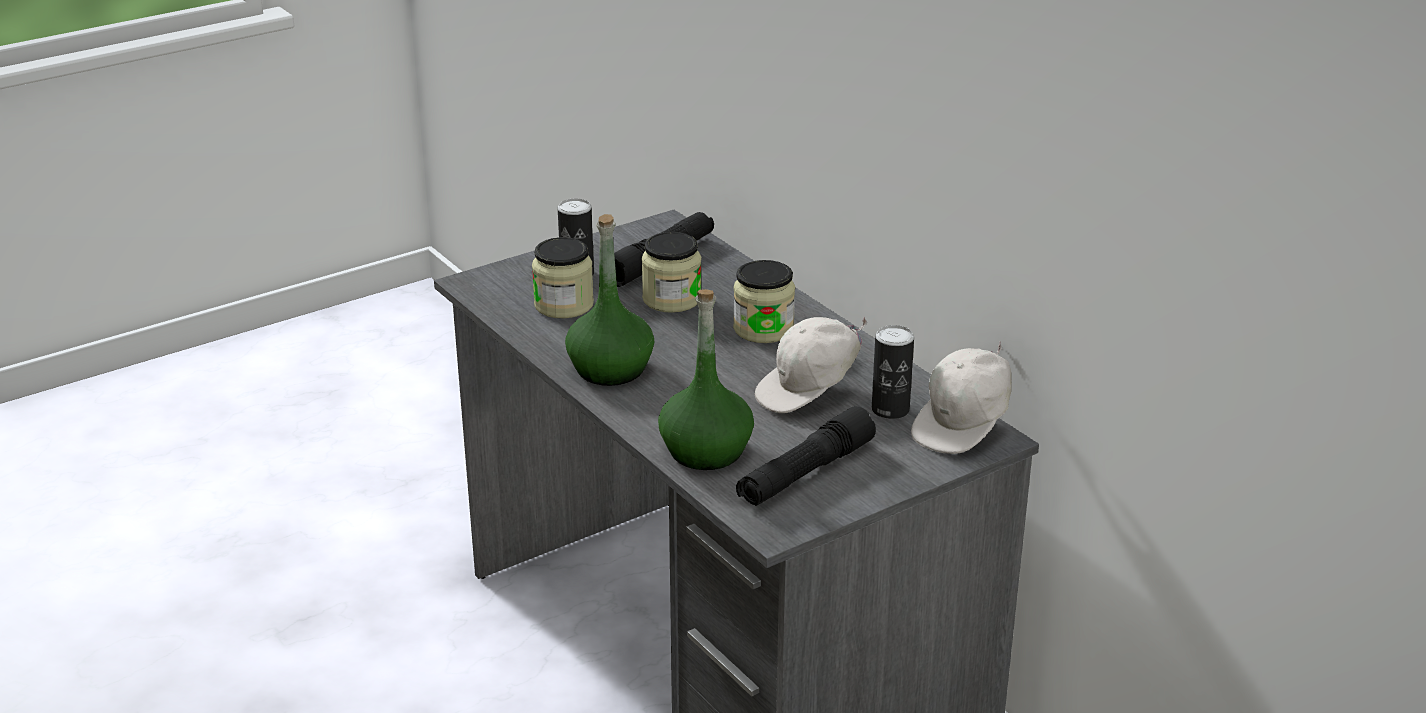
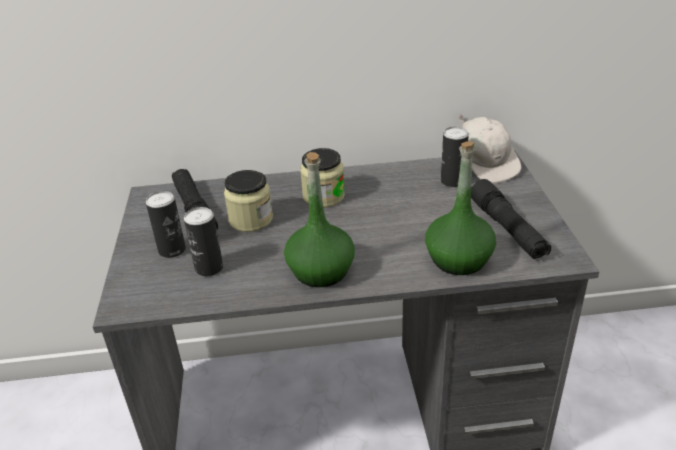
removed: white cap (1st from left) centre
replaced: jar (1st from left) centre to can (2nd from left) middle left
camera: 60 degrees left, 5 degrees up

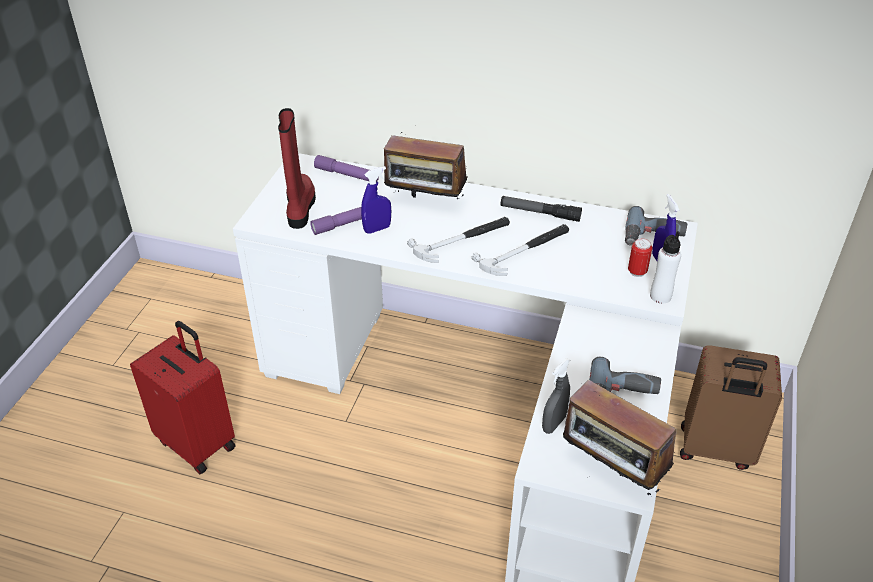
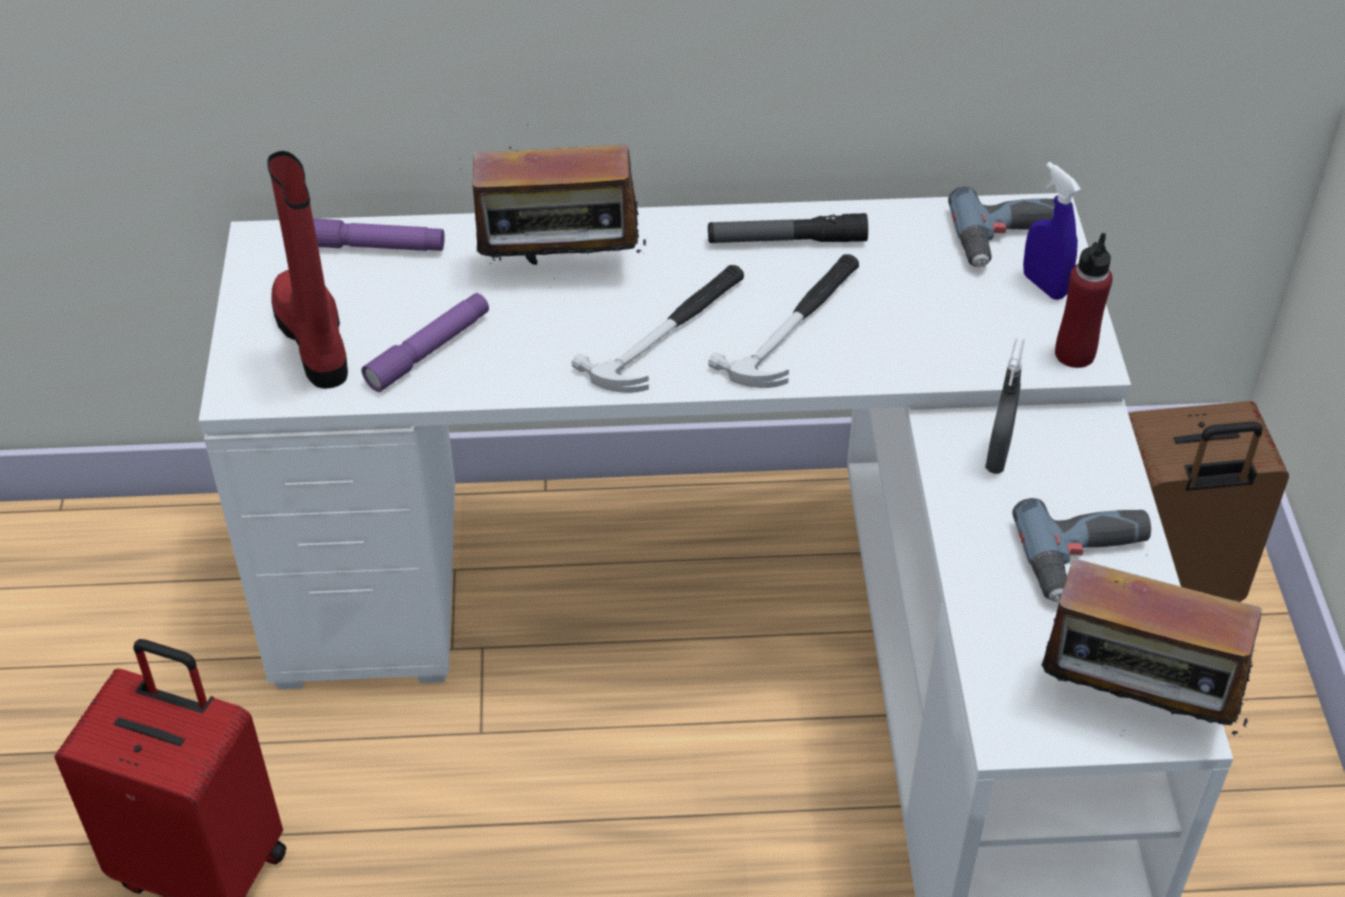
removed: blue spray bottle (1st from left) centre; can middle right
moved: grey spray bottle bottom centre to middle right
recoloured: white bottle middle right to red bottle middle right
camera: 20 degrees left, 5 degrees up

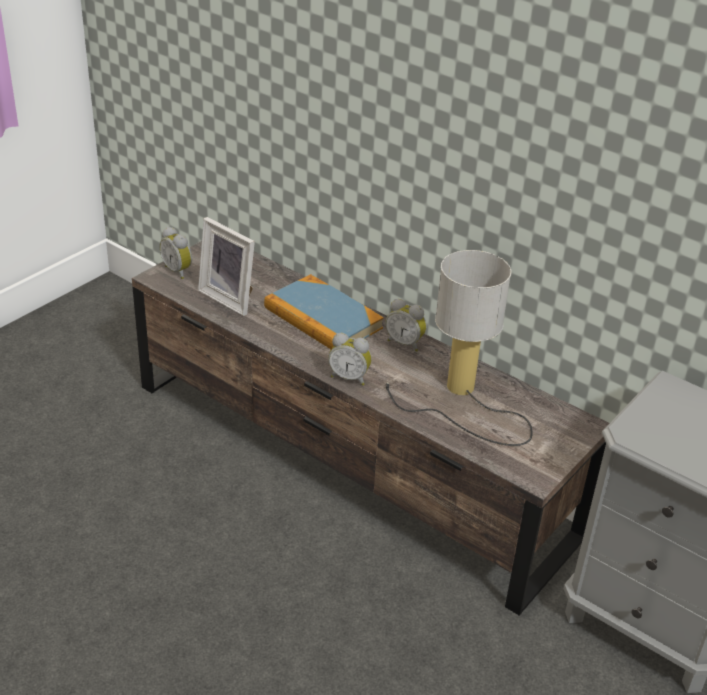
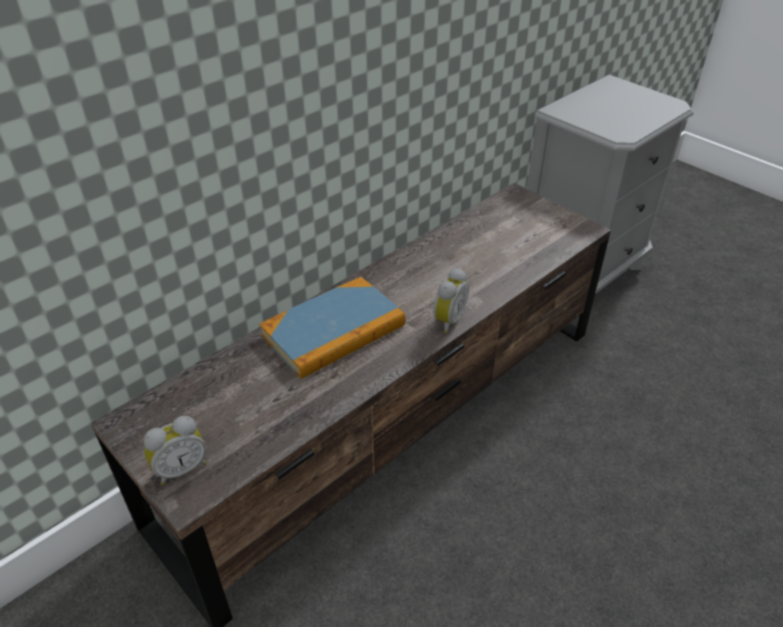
removed: picture frame middle left; table lamp centre; alarm clock (3rd from left) centre
camera: 80 degrees left, 5 degrees up

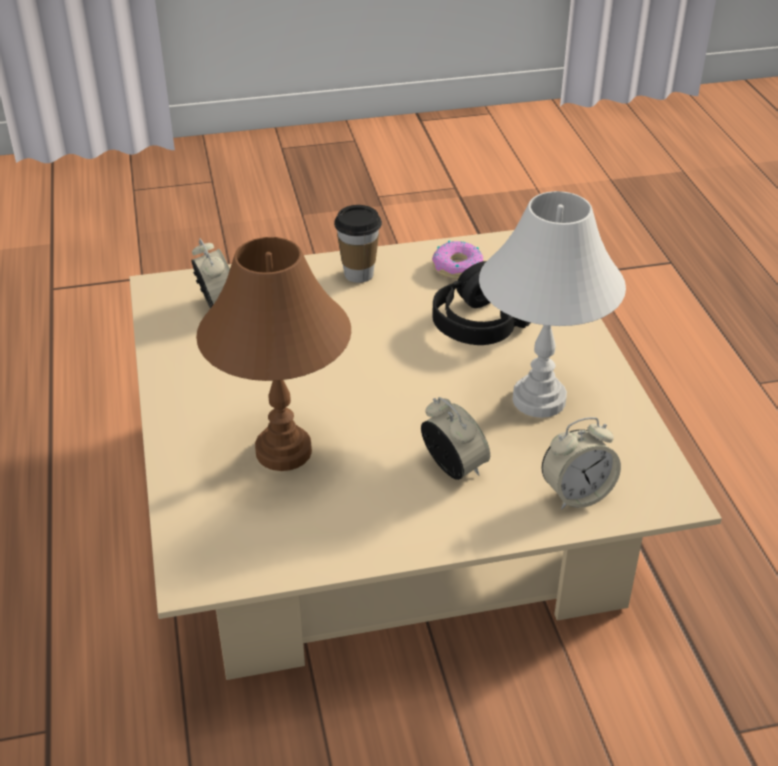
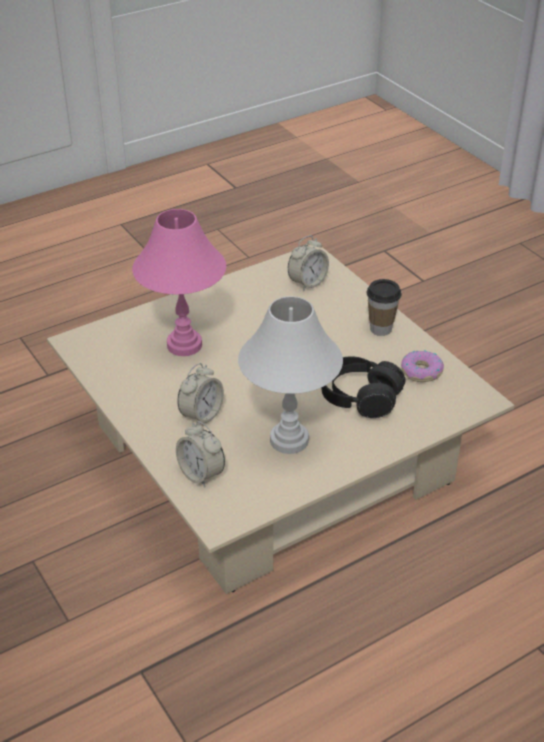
recoloured: brown table lamp centre to pink table lamp middle left
camera: 70 degrees right, 0 degrees up

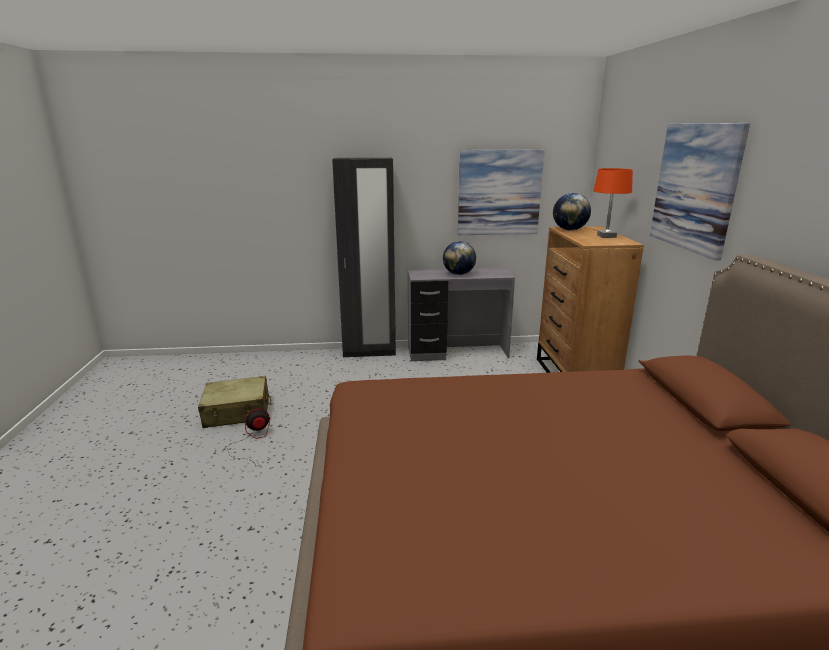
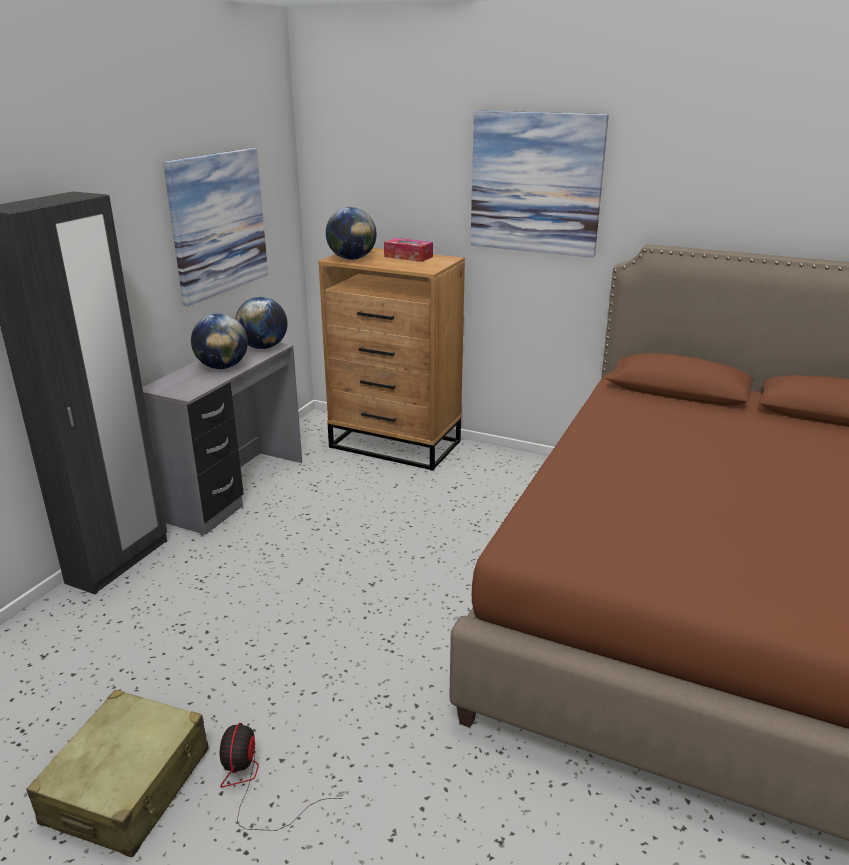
added: globe (2nd from left) middle left
replaced: orange table lamp top right to tissue box top centre
camera: 60 degrees left, 5 degrees up

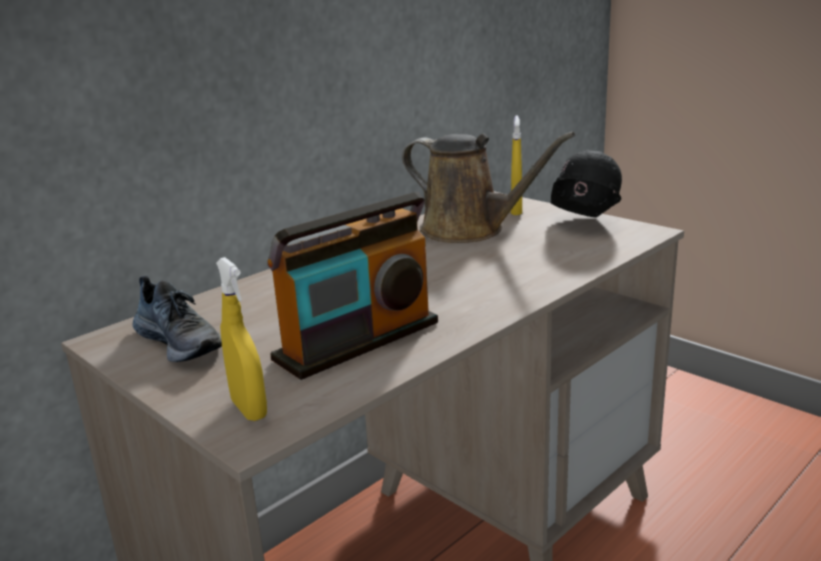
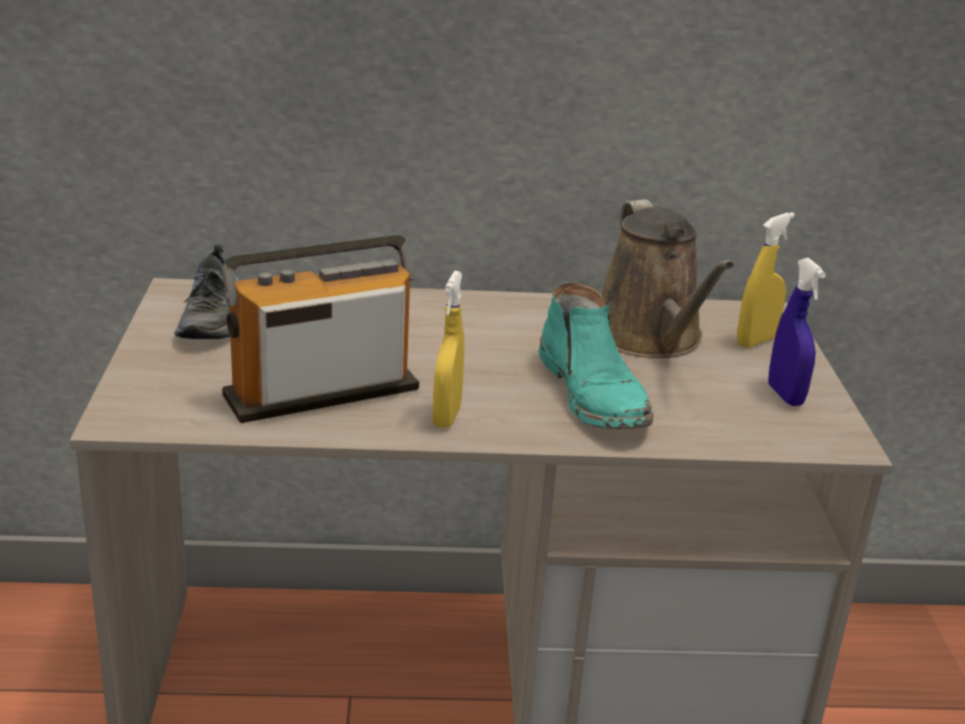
added: turquoise boot centre
moved: yellow spray bottle (1st from left) middle left to centre
replaced: black hard hat top right to blue spray bottle middle right
turned: radio centre = middle left 150 degrees clockwise
camera: 40 degrees right, 5 degrees up

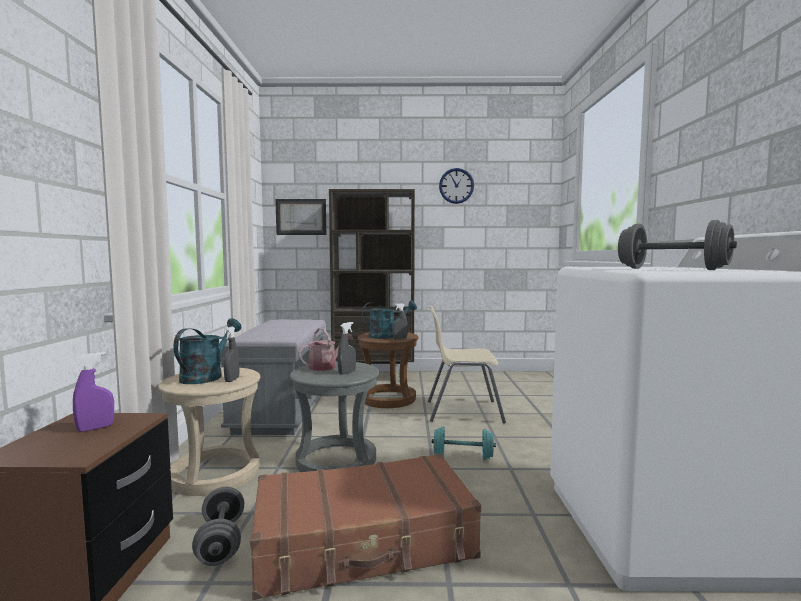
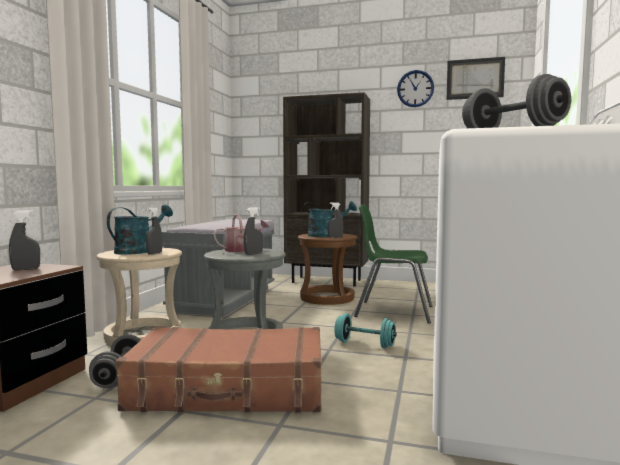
moved: picture centre to top right
recoloured: beige chair centre to green chair centre; purple spray bottle middle left to grey spray bottle (1st from left) middle left
camera: 15 degrees right, 0 degrees up

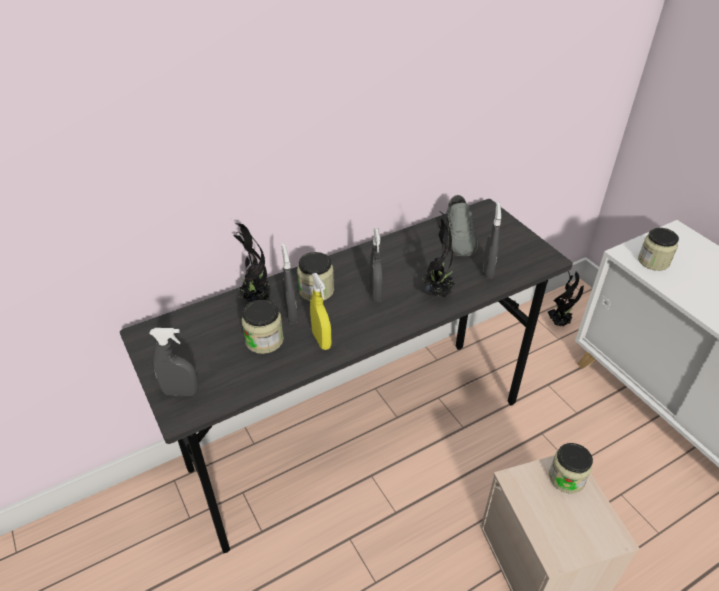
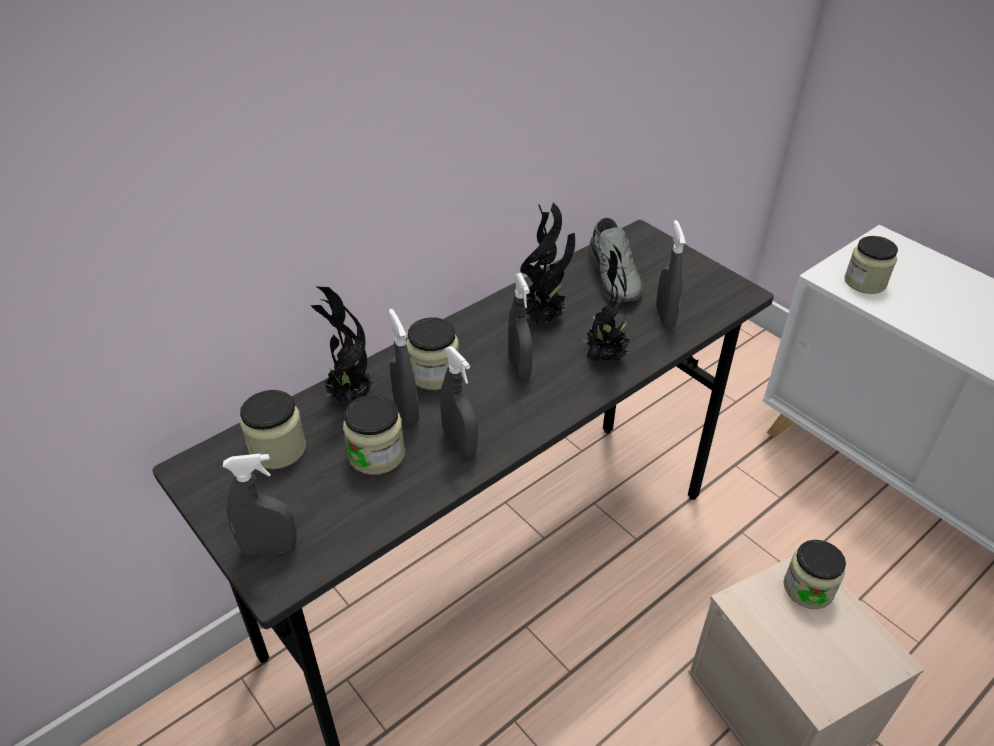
added: jar (1st from left) middle left
moved: potted plant (3rd from left in the first image) middle right to potted plant (2nd from left) centre
recoloured: yellow spray bottle centre to grey spray bottle (3rd from left) centre
camera: 10 degrees left, 0 degrees up

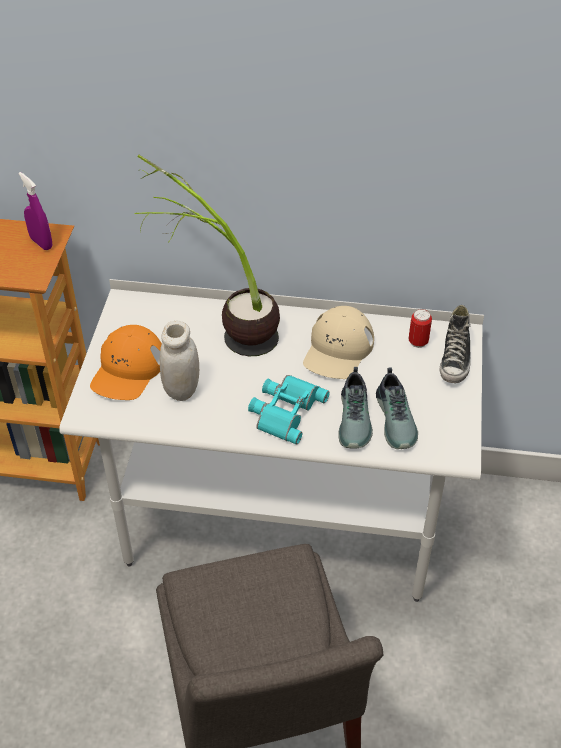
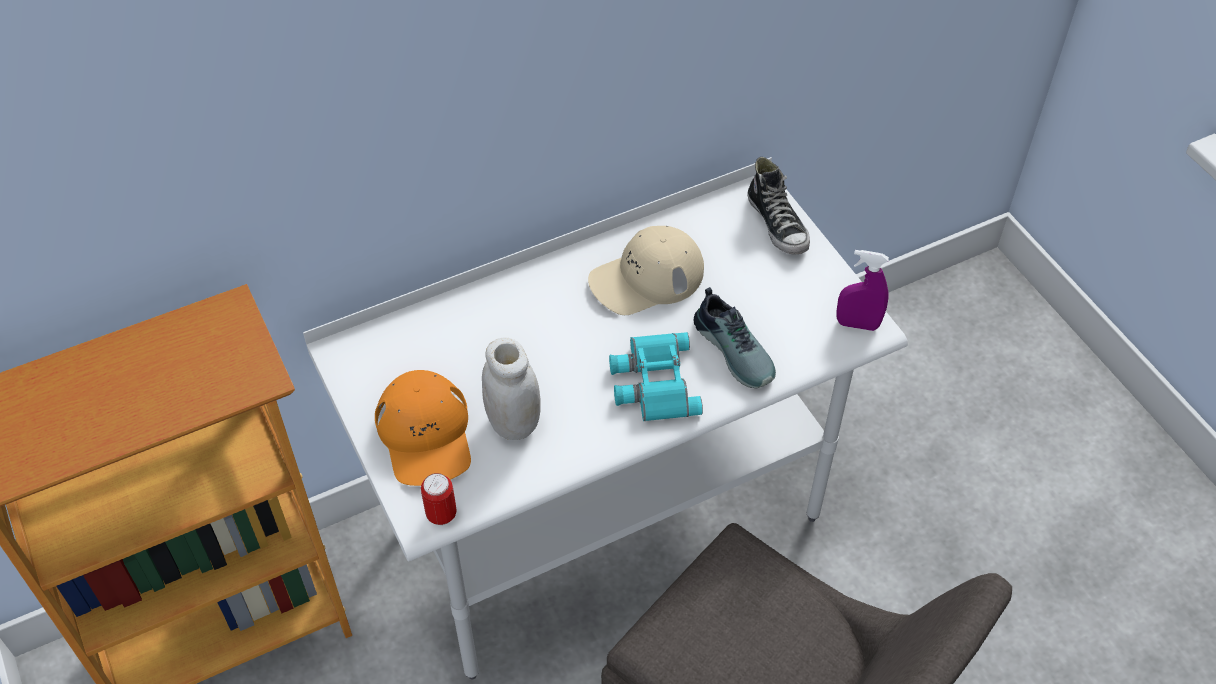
removed: potted plant centre; shoe (2nd from left) middle right
moved: purple spray bottle top left to middle right; can middle right to bottom centre
turned: beige cap centre = centre 75 degrees clockwise
camera: 35 degrees left, 5 degrees up

